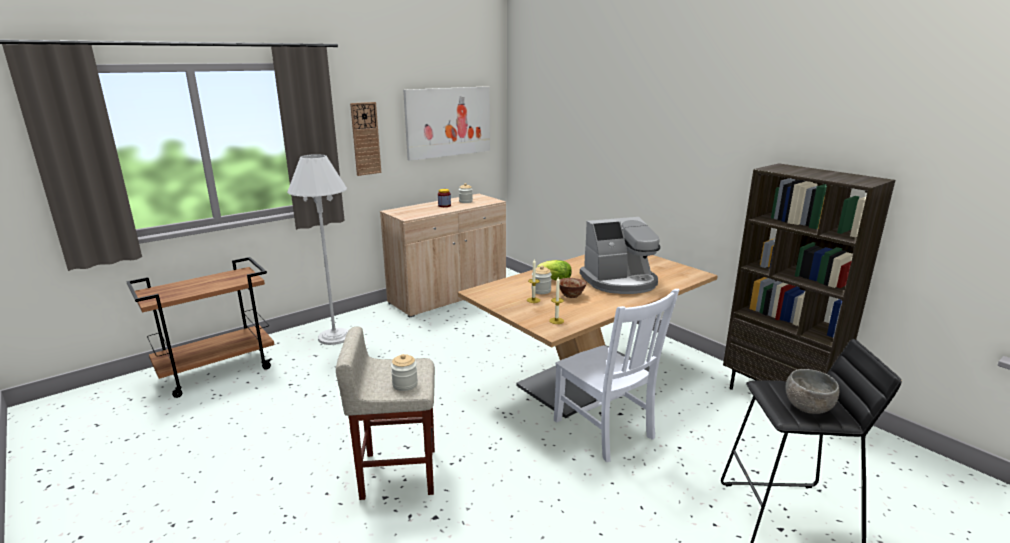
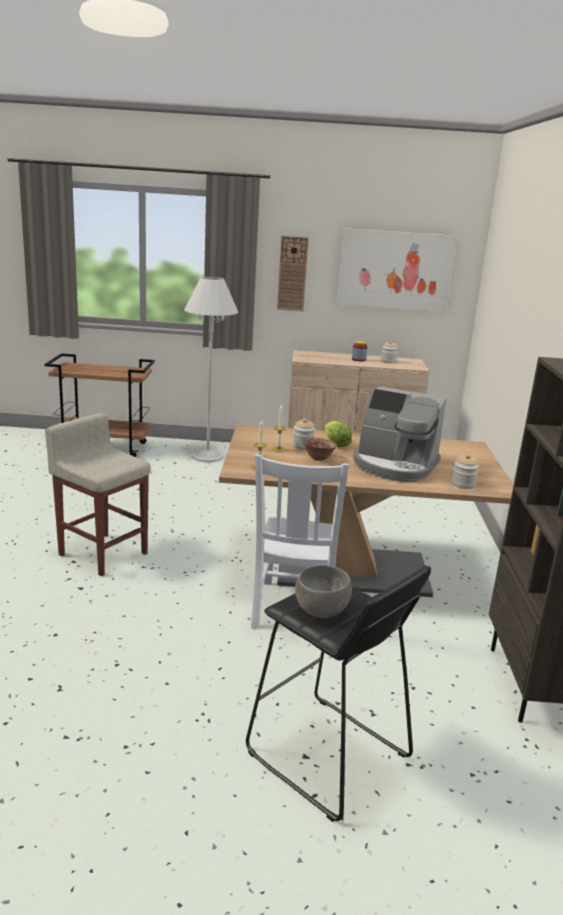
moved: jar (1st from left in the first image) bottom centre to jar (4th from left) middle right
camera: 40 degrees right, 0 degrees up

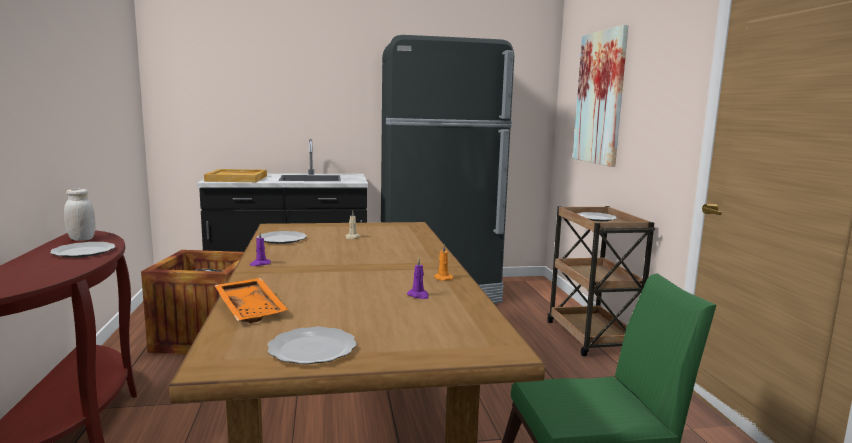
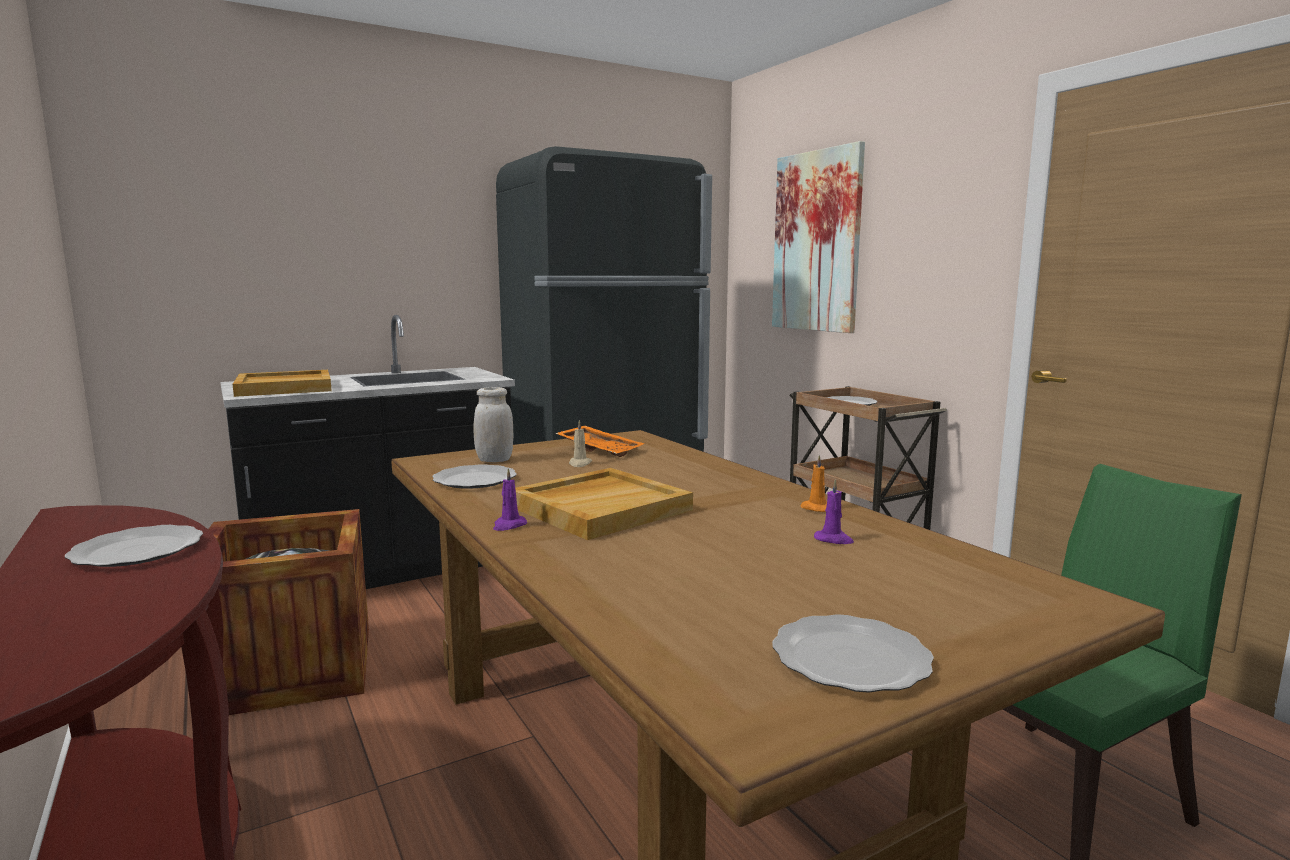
added: beige tray (2nd from left) centre
moved: white jar middle left to centre; orange tray bottom left to centre
camera: 20 degrees left, 0 degrees up

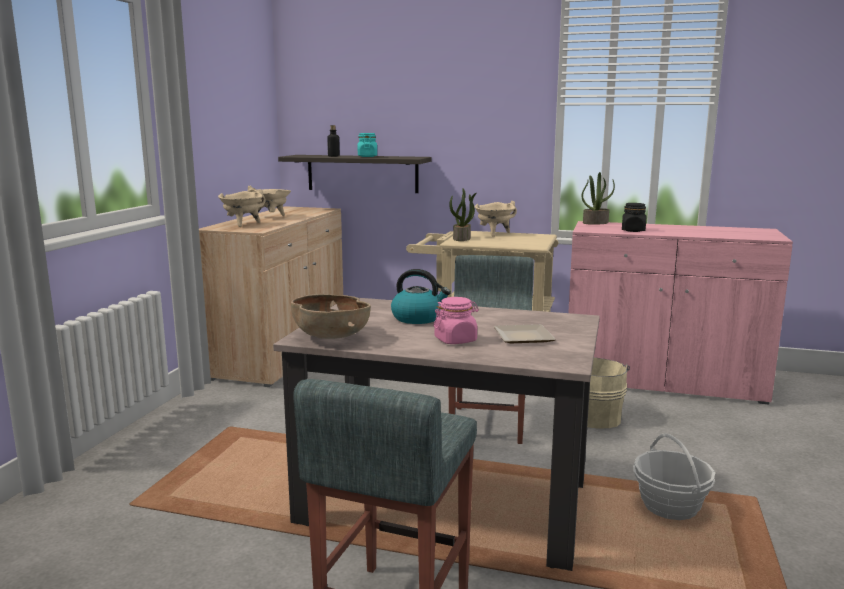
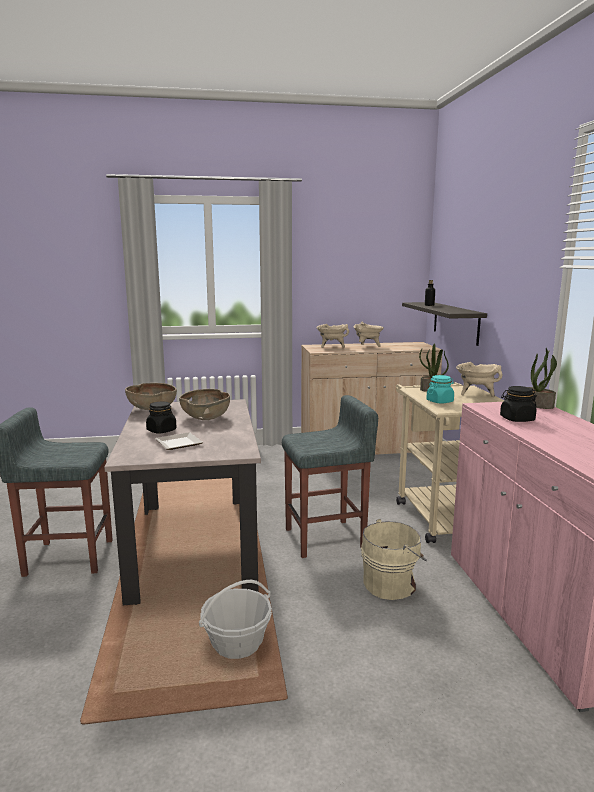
moved: turquoise jar top centre to middle right
replaced: kettle centre to brown bowl (2nd from left) centre
recoloured: pink jar centre to black jar (1st from left) middle left
camera: 65 degrees right, 0 degrees up

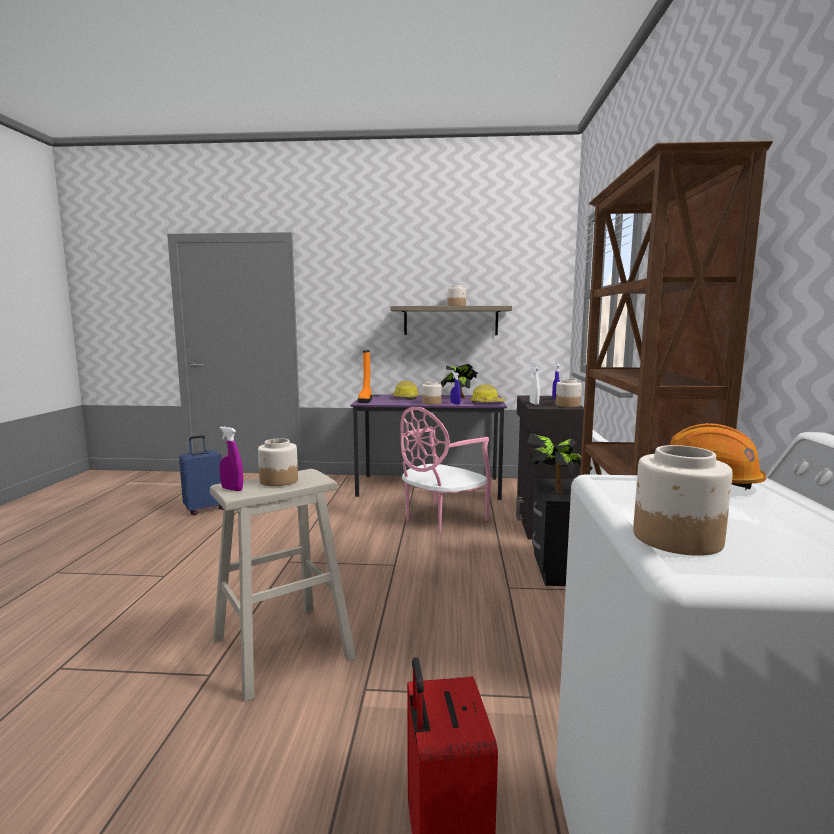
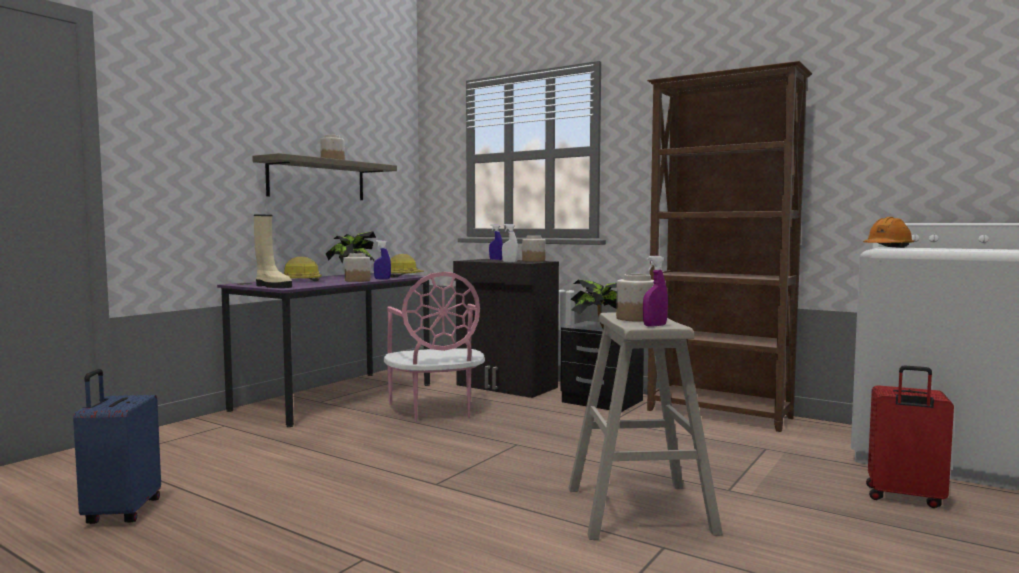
removed: jar (5th from left) middle right
recoloured: orange boot centre to beige boot middle left
camera: 60 degrees left, 5 degrees down

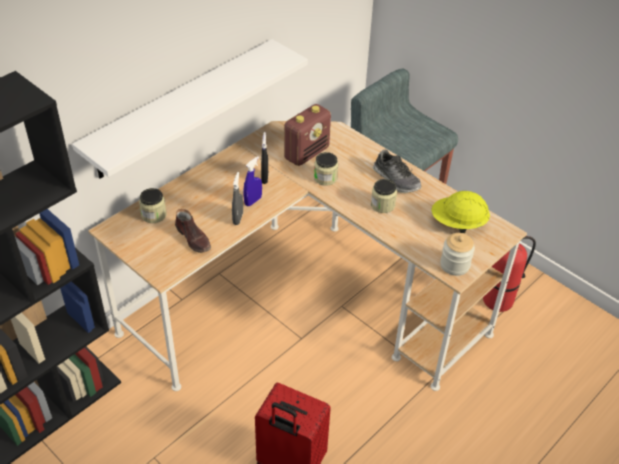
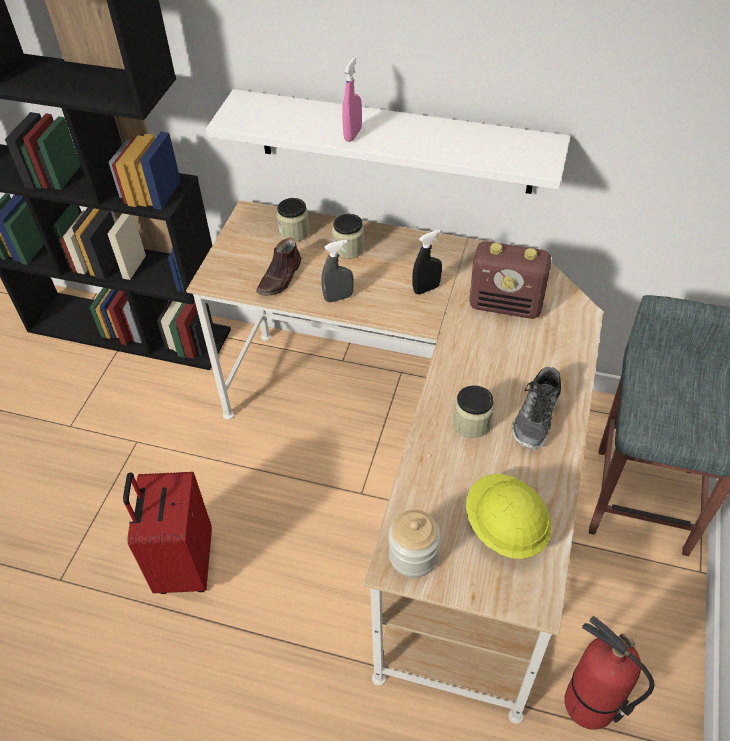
removed: blue spray bottle centre
added: pink spray bottle top centre
moved: jar (2nd from left) centre to top centre
camera: 65 degrees right, 5 degrees up

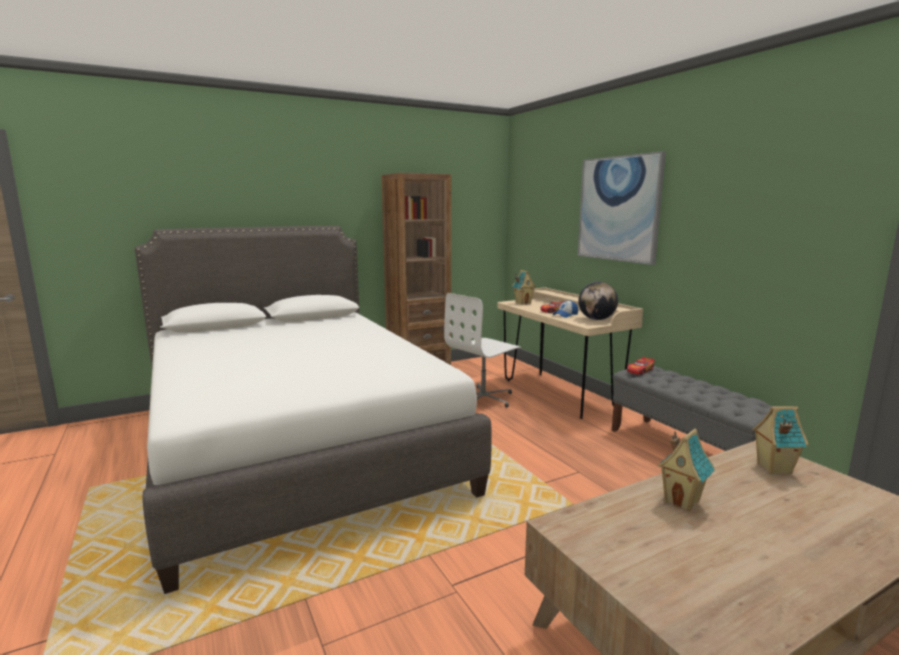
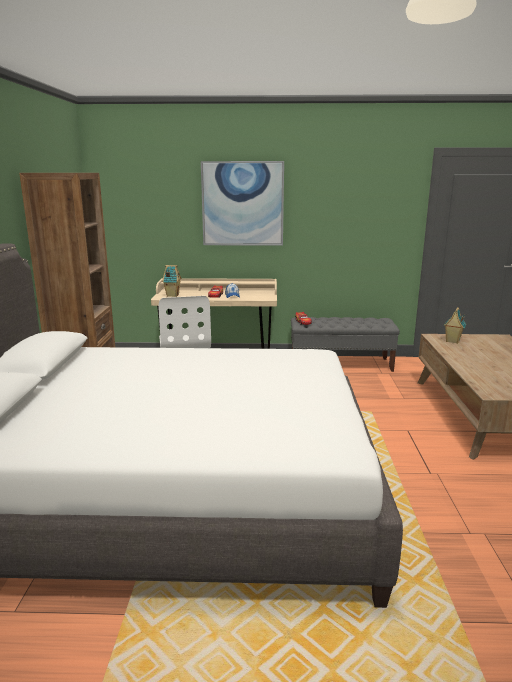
removed: globe centre; toy house (2nd from left) bottom right
camera: 60 degrees left, 5 degrees up

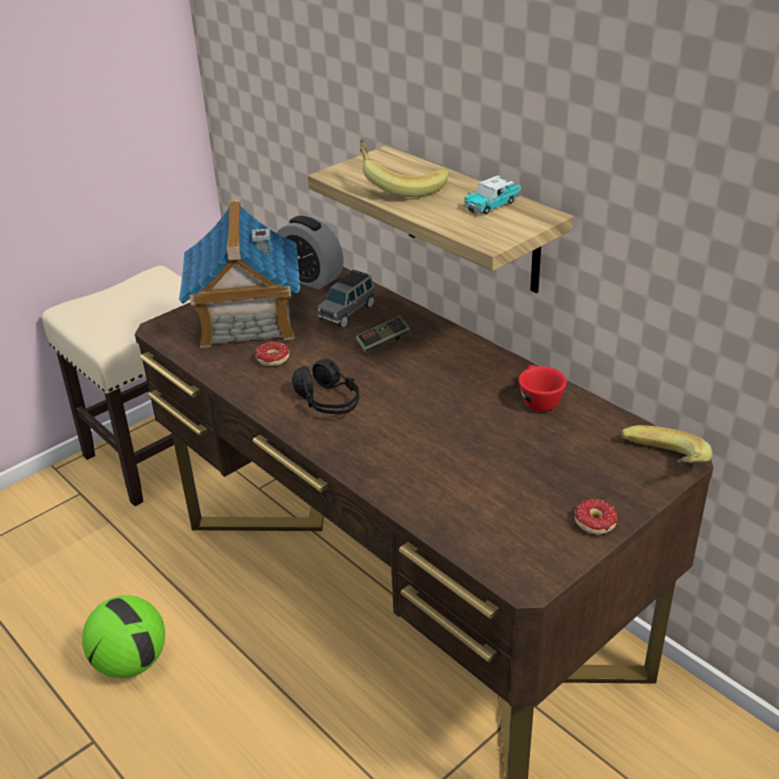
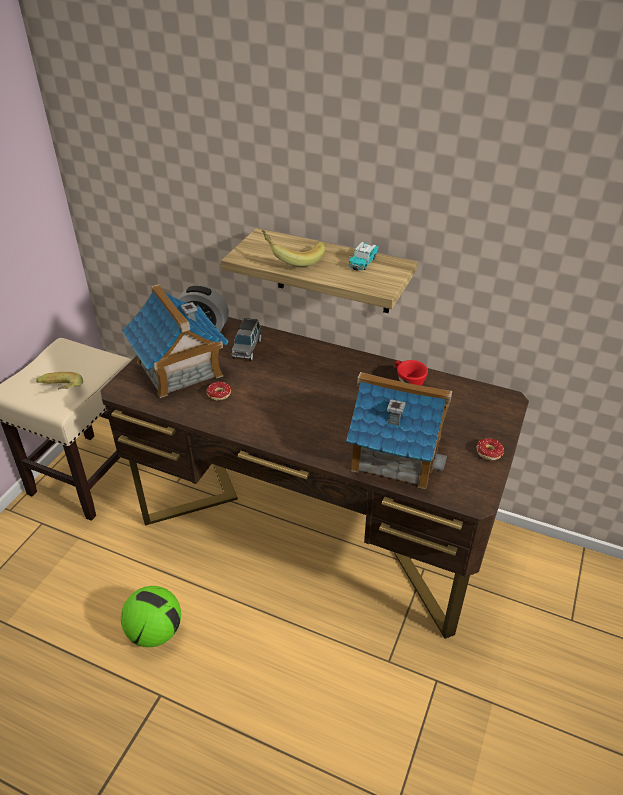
removed: game controller centre; black headphones centre
added: toy house (2nd from left) centre
moved: banana (2nd from left in the first image) middle right to banana (1st from left) middle left
camera: 25 degrees left, 5 degrees up

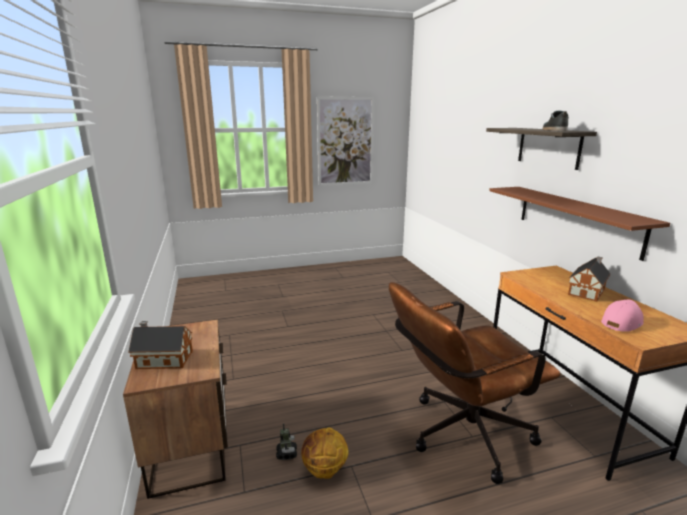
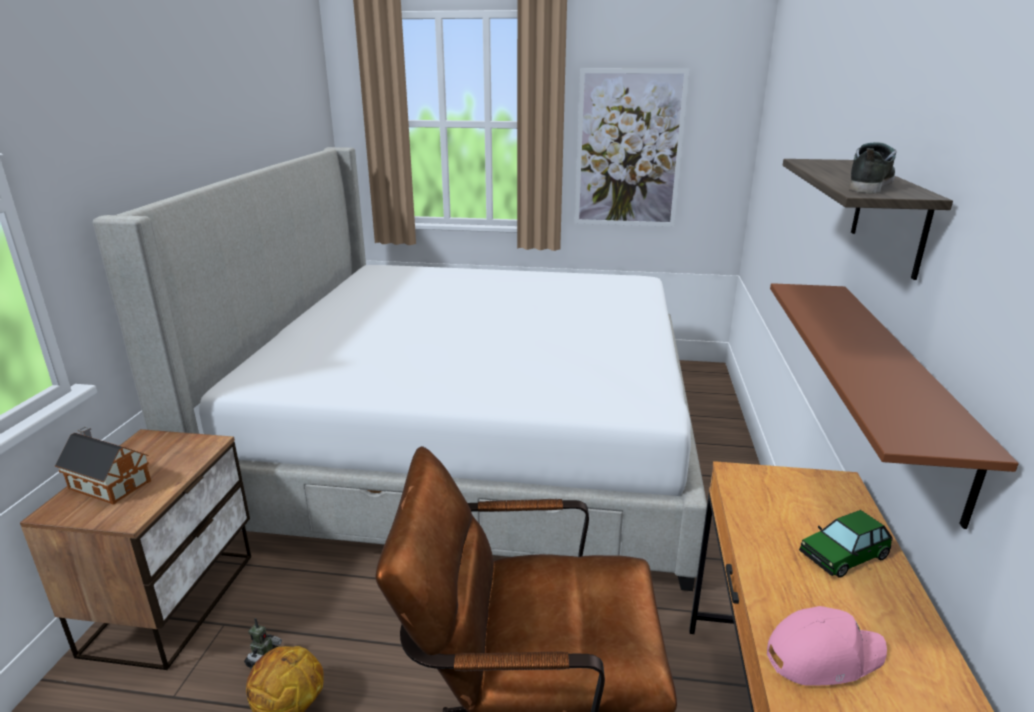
added: bed centre
replaced: toy house (2nd from left) middle right to toy car bottom right
camera: 25 degrees right, 5 degrees up

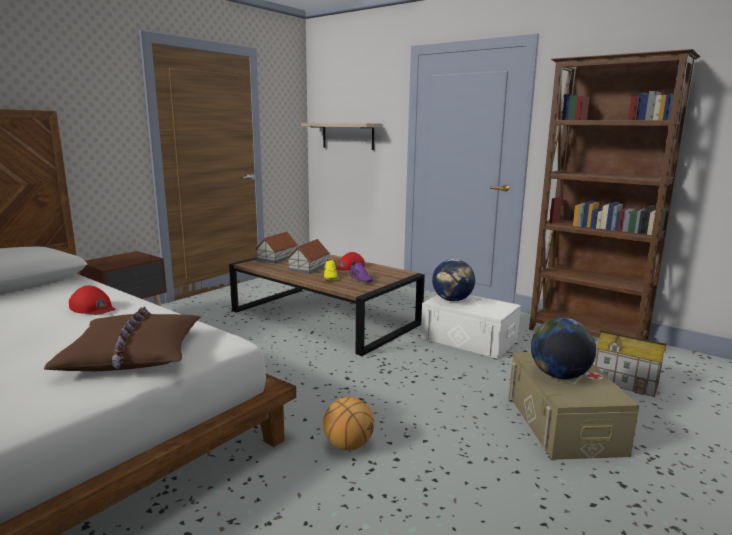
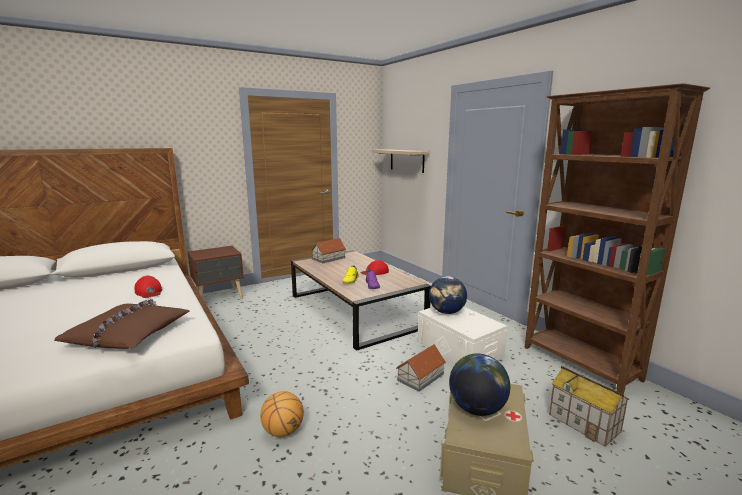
moved: toy house (2nd from left) centre to bottom centre
camera: 20 degrees right, 0 degrees up

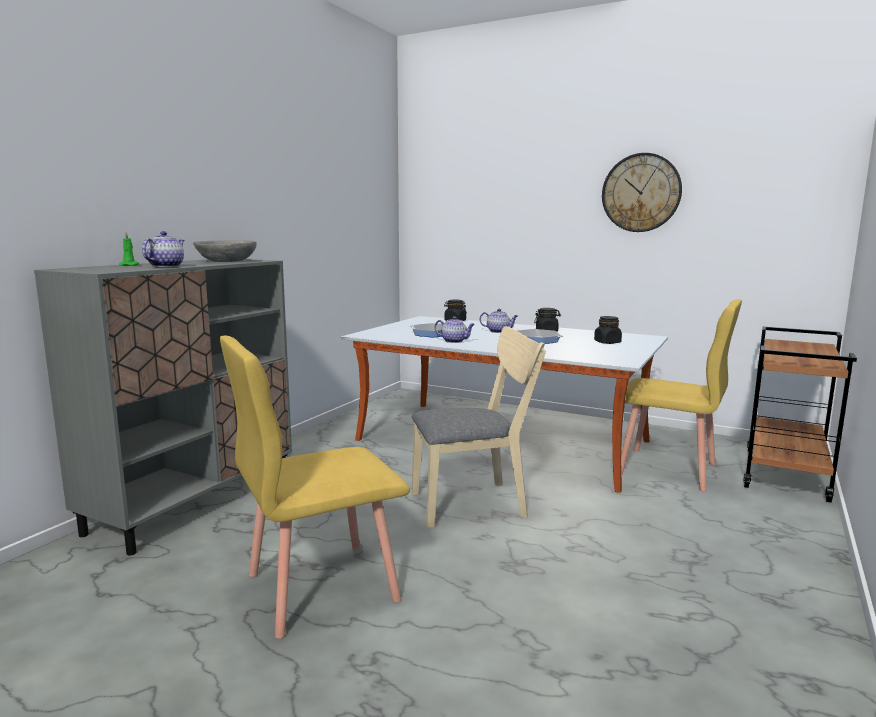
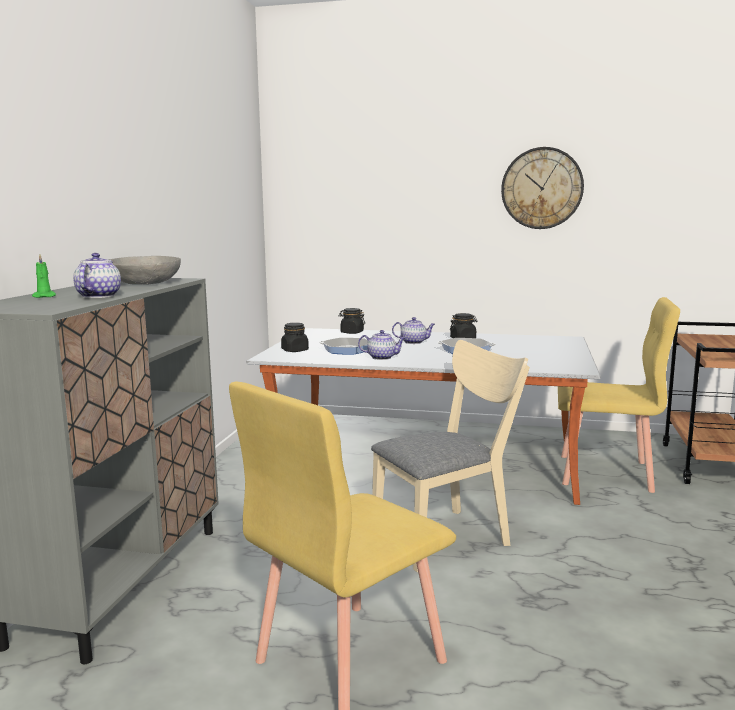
moved: black jar (3rd from left in the first image) middle right to black jar (1st from left) centre
camera: 15 degrees left, 0 degrees up

